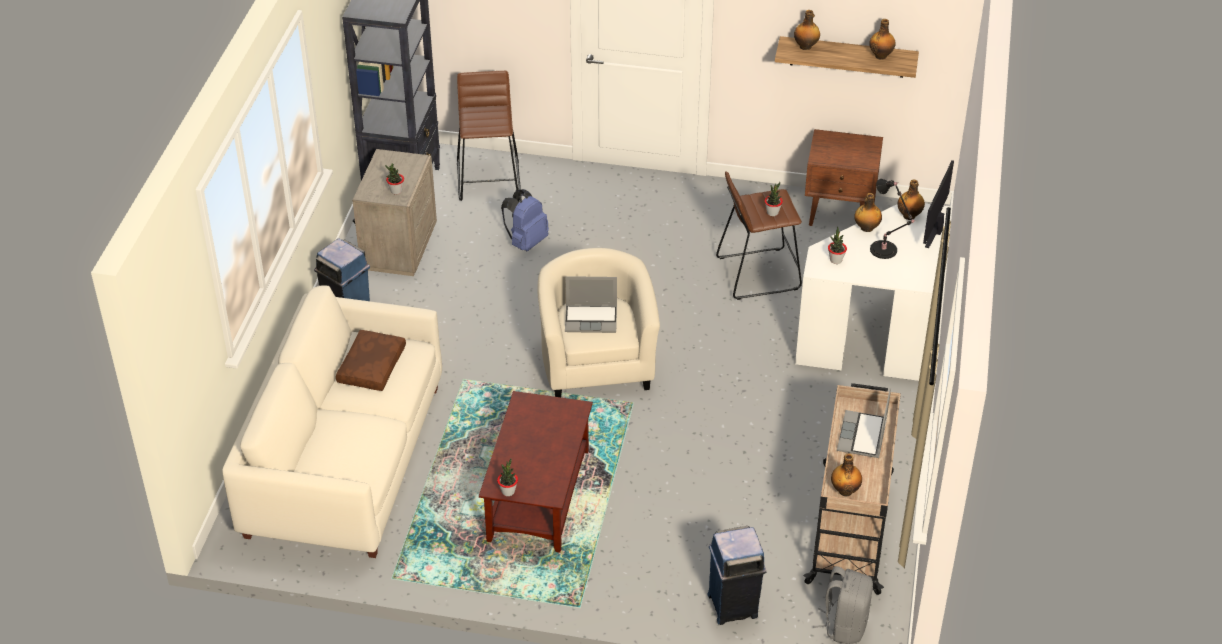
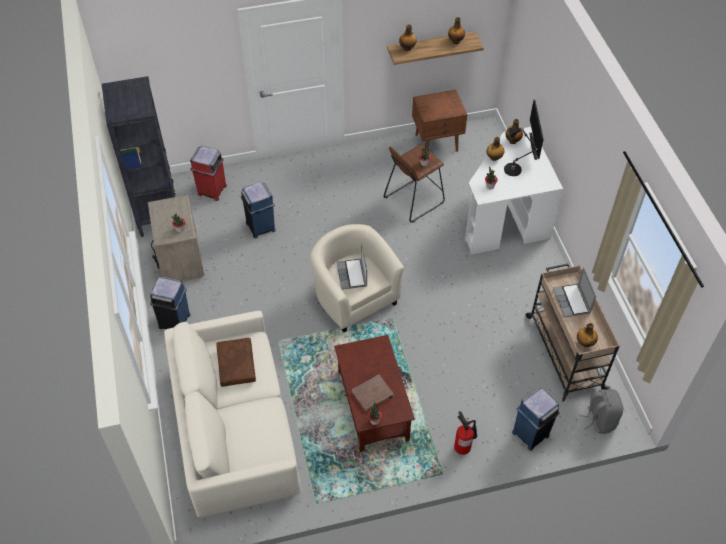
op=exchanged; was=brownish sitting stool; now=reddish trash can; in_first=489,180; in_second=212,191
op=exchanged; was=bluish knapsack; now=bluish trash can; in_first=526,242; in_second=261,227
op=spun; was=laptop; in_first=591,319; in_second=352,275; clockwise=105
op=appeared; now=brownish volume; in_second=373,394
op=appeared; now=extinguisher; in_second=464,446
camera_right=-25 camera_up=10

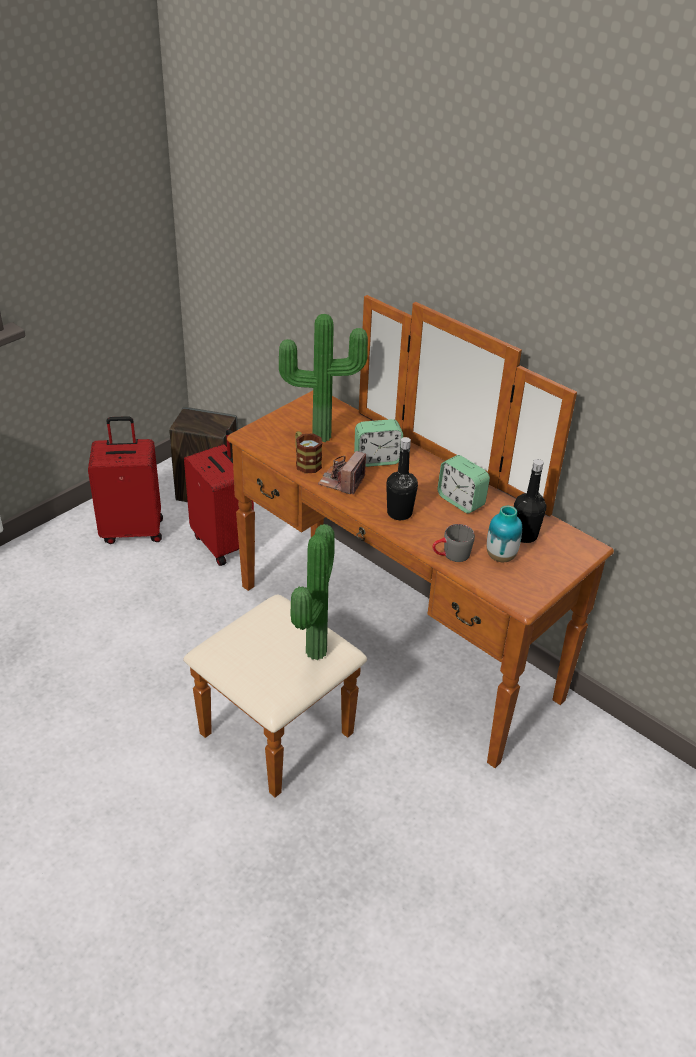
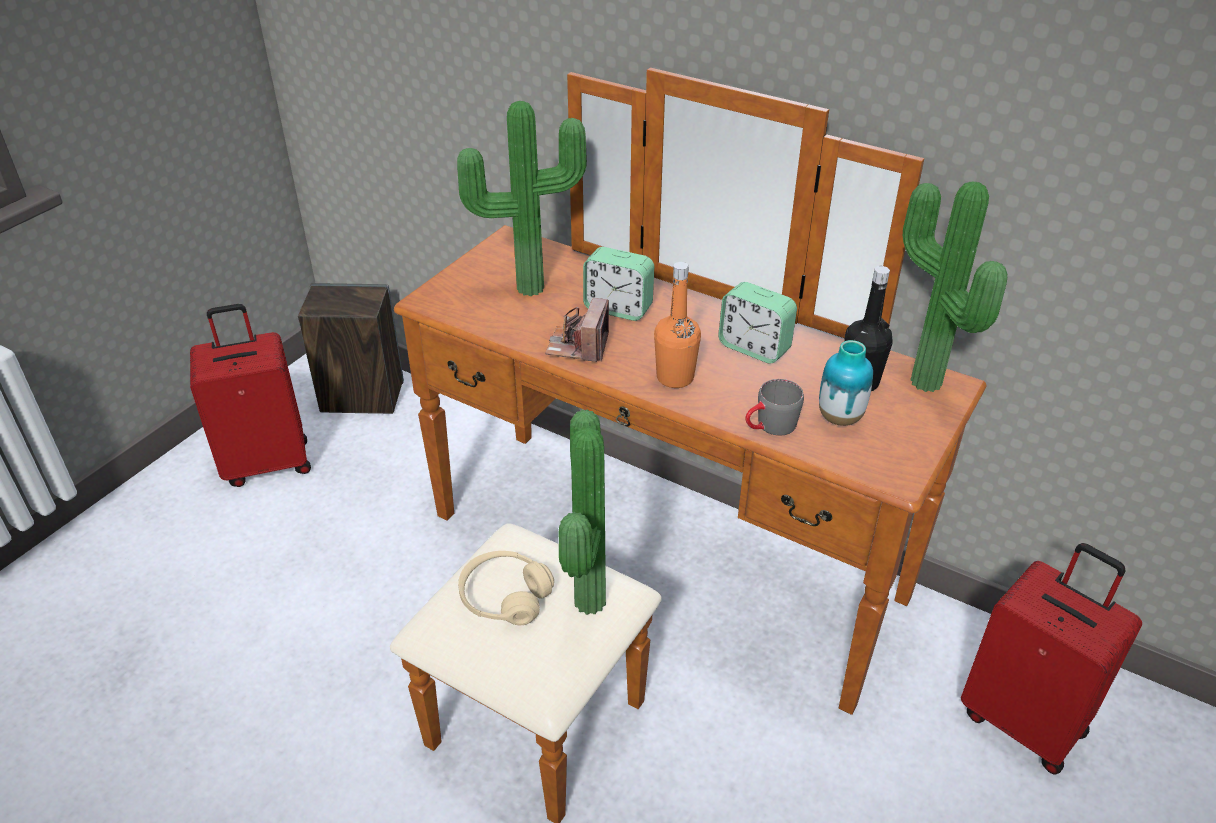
op=spun; was=alarm clock; in_first=377,459; in_second=618,308; clockwise=45
op=relocated; was=reddish piece of luggage; in_first=224,543; in_second=1024,720
op=missing; was=coffee mug; in_first=305,462
op=colour; was=black bottle; now=orange-coloured bottle; in_first=399,513; in_second=675,378
op=appeared; now=plant in a pot; in_second=921,384
op=appeared; now=beige headphones; in_second=505,597
camera_right=-10 camera_up=0

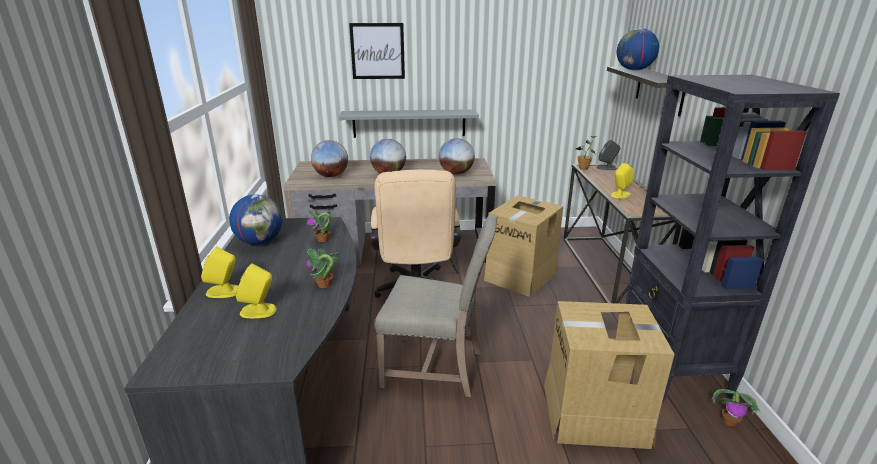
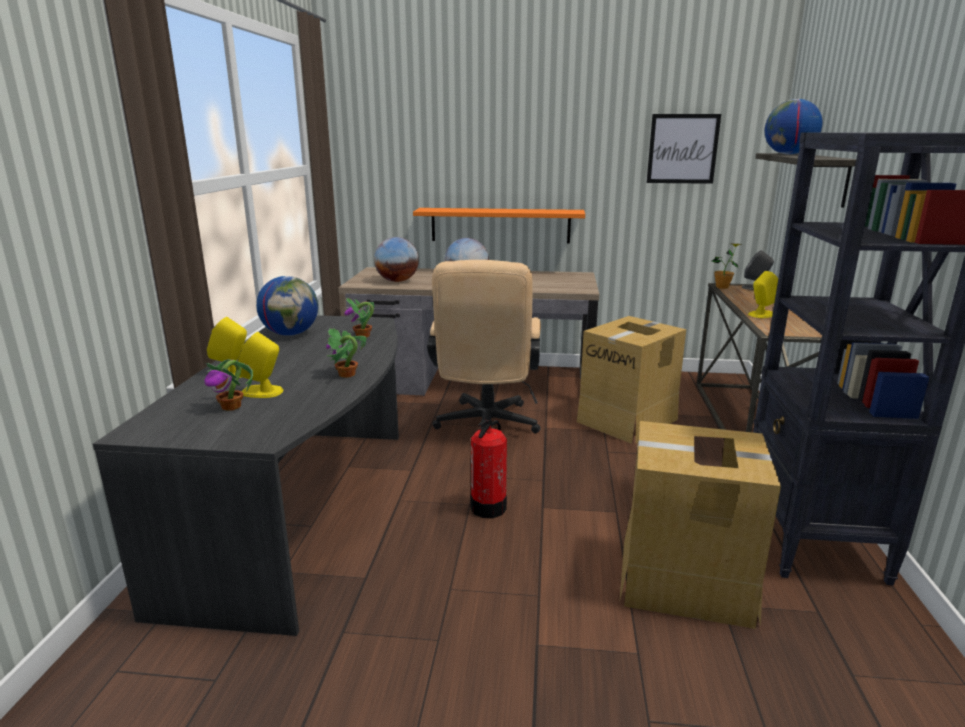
op=relocated; was=picture; in_first=377,51; in_second=682,149
op=colour; was=gray bracket shelf; now=orange-coloured bracket shelf; in_first=409,123; in_second=500,225
op=missing; was=desk globe; in_first=456,173
op=exchanged; was=beige chair; now=extinguisher; in_first=436,367; in_second=489,508
op=relocated; was=plant in a pot; in_first=730,421; in_second=232,407
camera_right=10 camera_up=-5

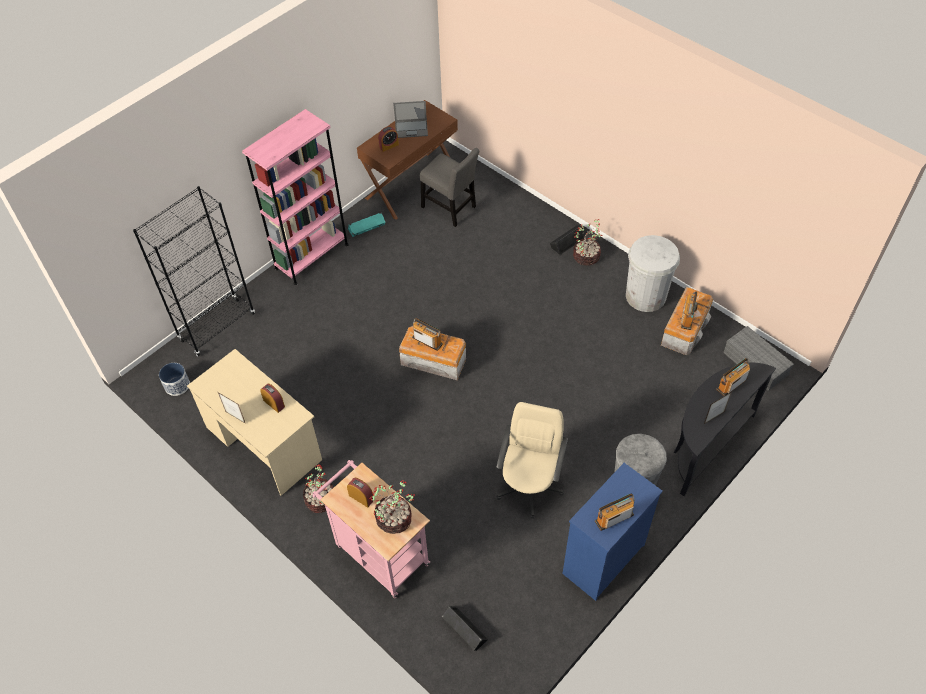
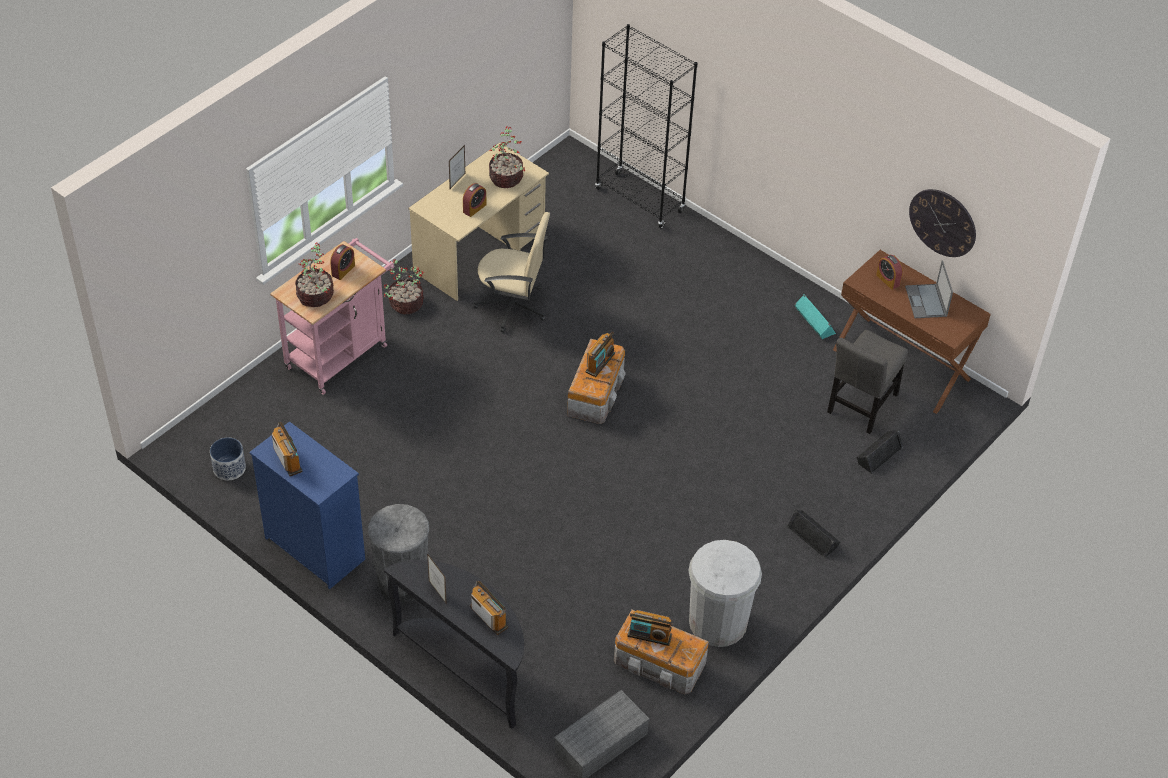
op=missing; was=pink bookshelf; in_first=311,256
op=relocated; was=plant in a pot; in_first=586,256; in_second=507,178
op=relocated; was=planter; in_first=177,386; in_second=229,468
op=relocated; was=beige desk chair; in_first=529,486; in_second=513,306
op=relocated; was=black loudspeaker; in_first=464,630; in_second=878,454
op=appeared; now=wall clock; in_second=942,222
camera_right=85 camera_up=-5

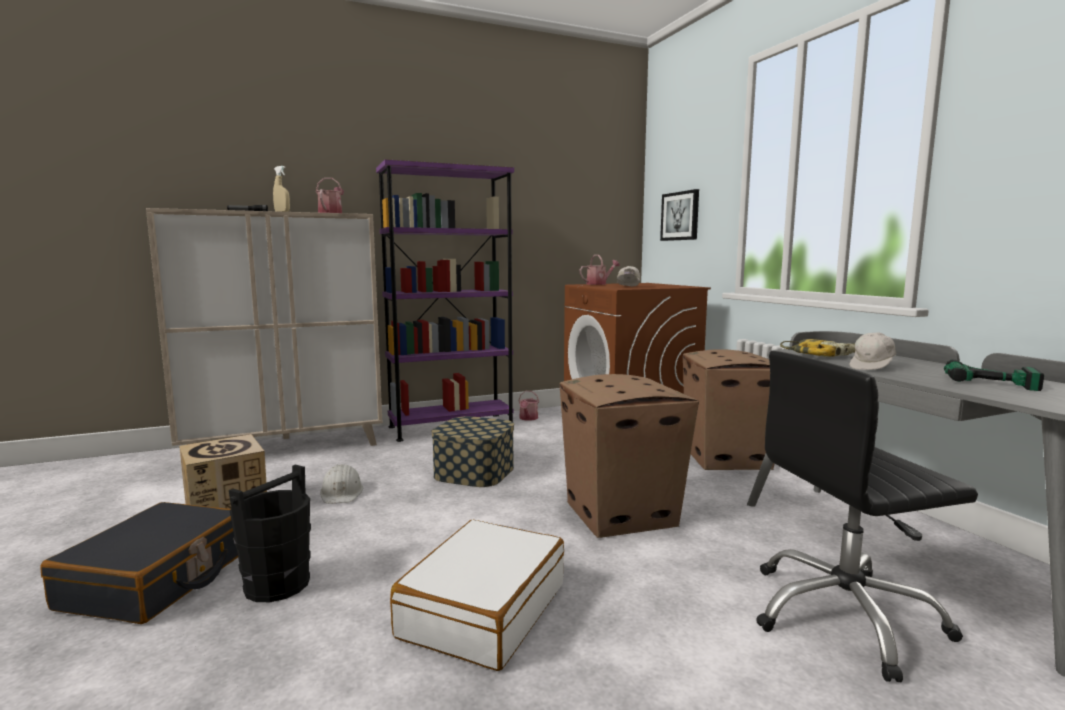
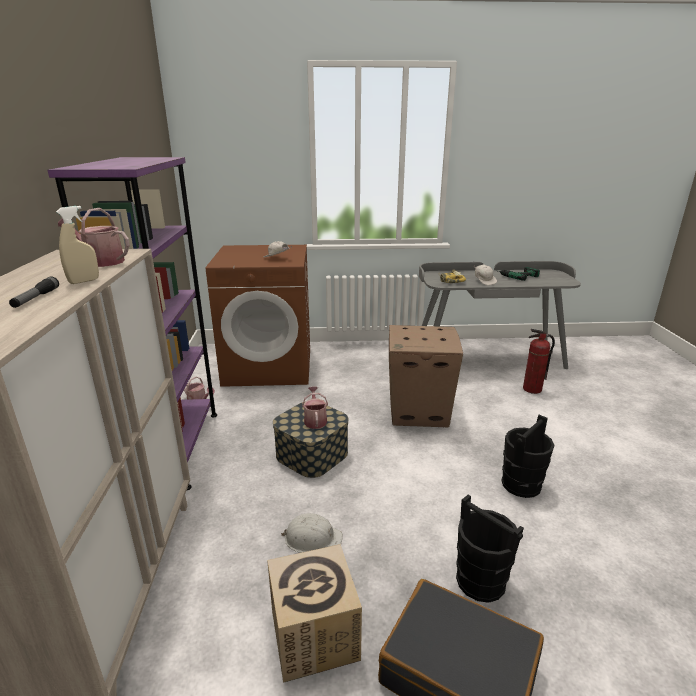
op=missing; was=picture; in_first=680,216
op=relocated; was=watering pot; in_first=599,284; in_second=315,420
op=missing; was=carton; in_first=727,458
op=exchanged; was=black desk chair; now=extinguisher; in_first=844,616; in_second=532,389
op=exchanged; was=white piece of luggage; now=black water bucket; in_first=483,609; in_second=521,484
camera_right=-70 camera_up=15

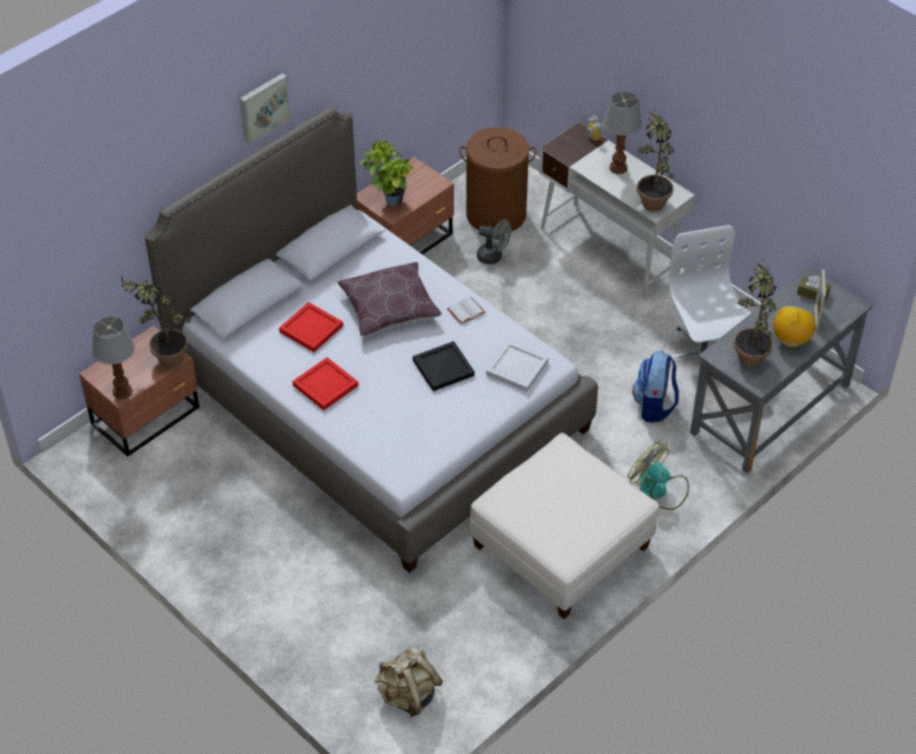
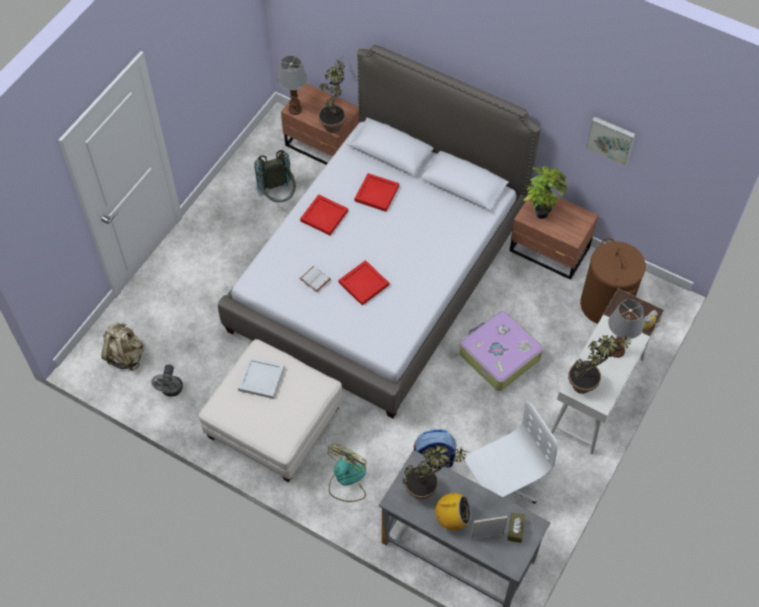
op=relocated; was=picture; in_first=263,107; in_second=611,139
op=relocated; was=gray fan; in_first=493,257; in_second=171,391
op=missing; was=brownish throw pillow; in_first=389,308
op=relocated; was=white volume; in_first=466,312; in_second=314,279
op=colour; was=black carrying tray; now=reddish carrying tray; in_first=443,367; in_second=364,284
op=relocated; was=white carrying tray; in_first=518,368; in_second=261,379
op=appeared; now=gray knapsack; in_second=278,196
op=appeared; now=piece of luggage; in_second=498,355
camera_right=75 camera_up=10

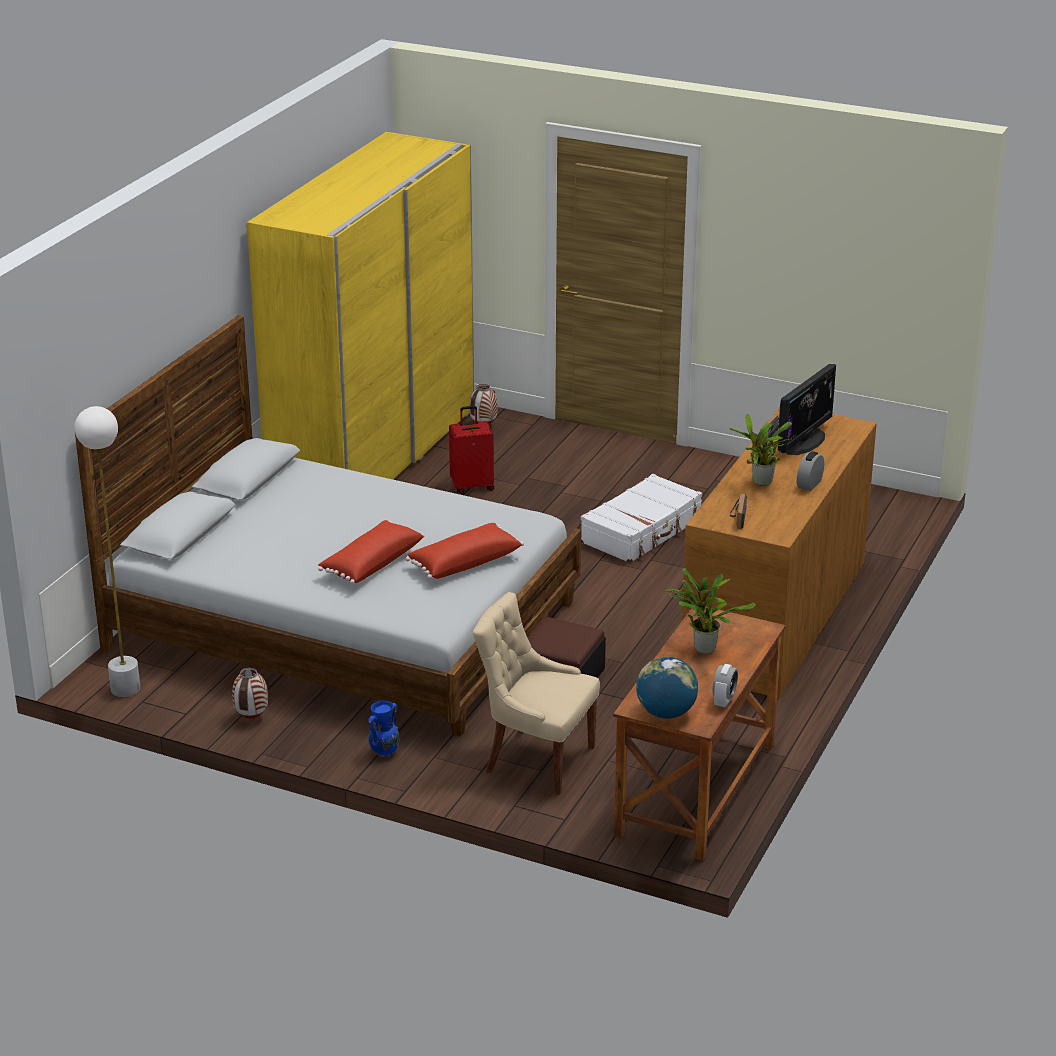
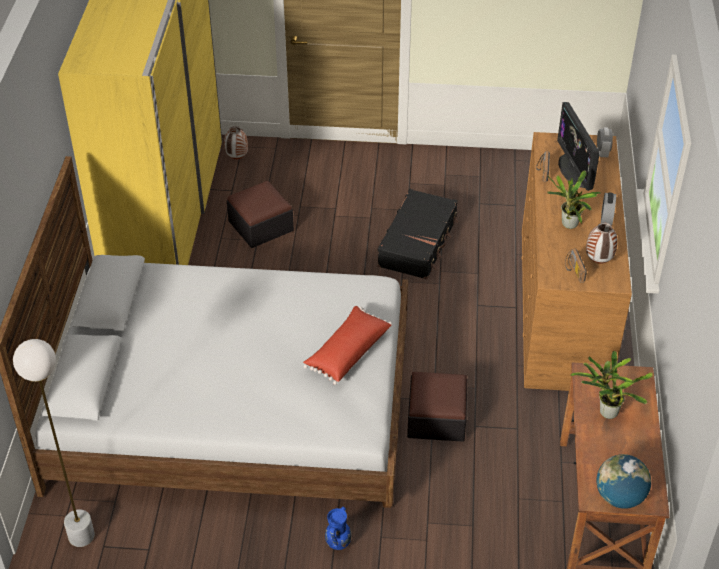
op=spun; was=computer display; in_first=803,441; in_second=574,170; clockwise=150
op=exchanged; was=reddish piece of luggage; now=footrest; in_first=472,486; in_second=261,226
op=colour; was=white piece of luggage; now=black piece of luggage; in_first=642,531; in_second=418,242
op=missing; was=reddish throw pillow; in_first=371,563
op=missing; was=beige chair; in_first=536,759
op=relocated; was=alarm clock; in_first=724,701; in_second=602,152
op=relocated; was=decorative vase; in_first=251,717; in_second=598,261
camera_right=-20 camera_up=15

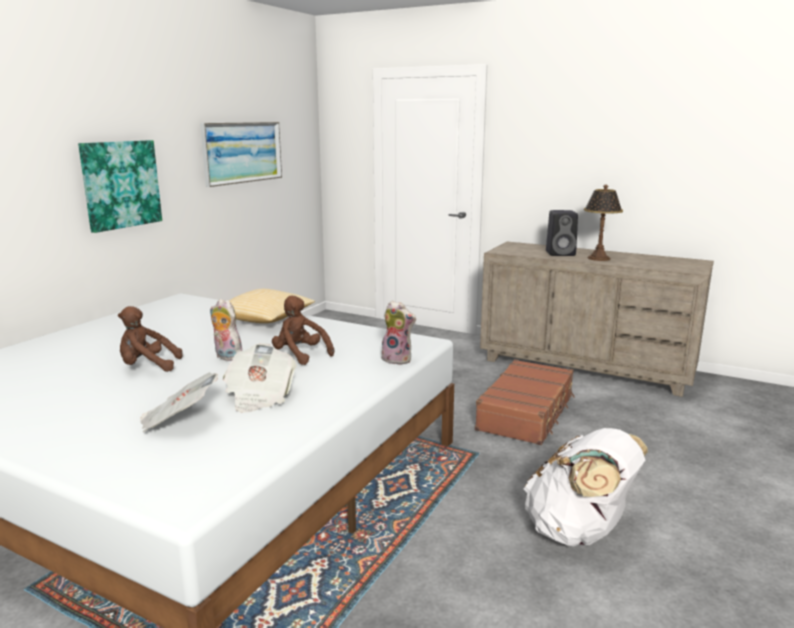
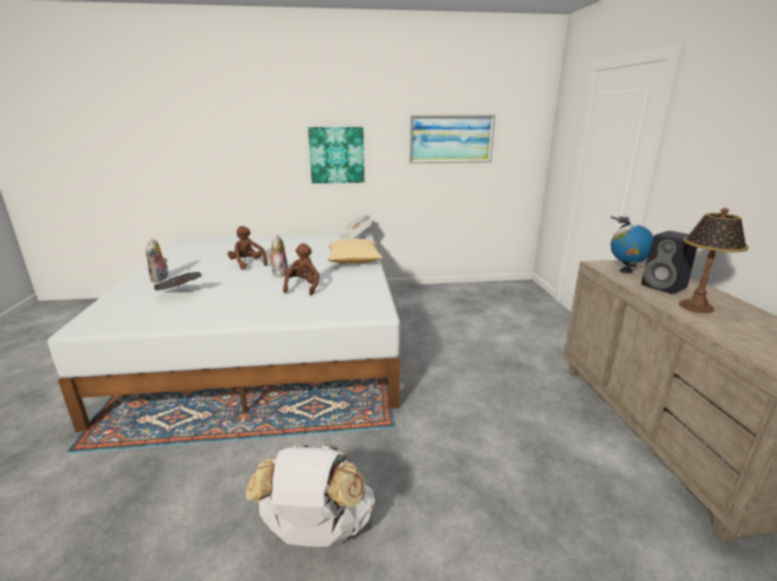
op=relocated; was=soft toy; in_first=398,359; in_second=160,279
op=relocated; was=newspaper; in_first=259,396; in_second=355,236
op=missing; was=brownish piece of luggage; in_first=526,413
op=appeared; now=desk globe; in_second=626,271
camera_right=55 camera_up=5

